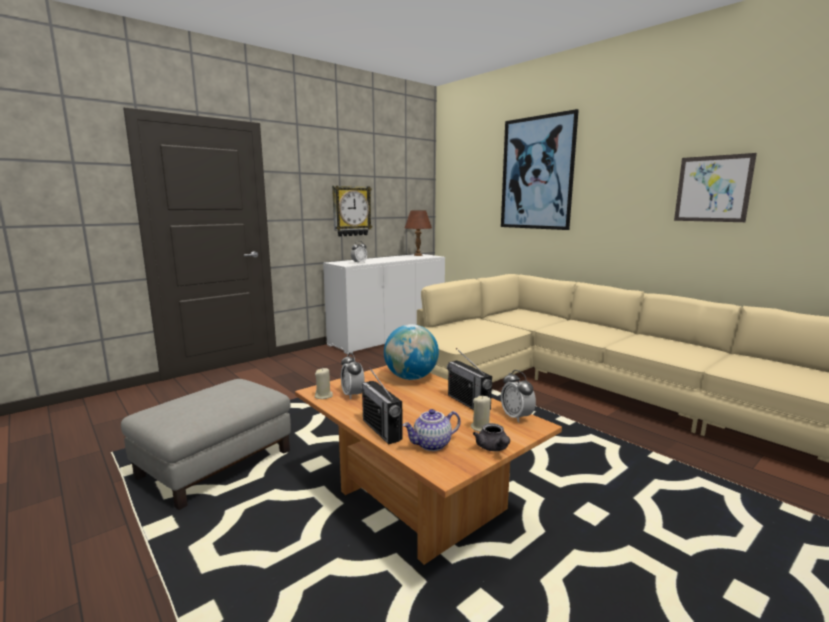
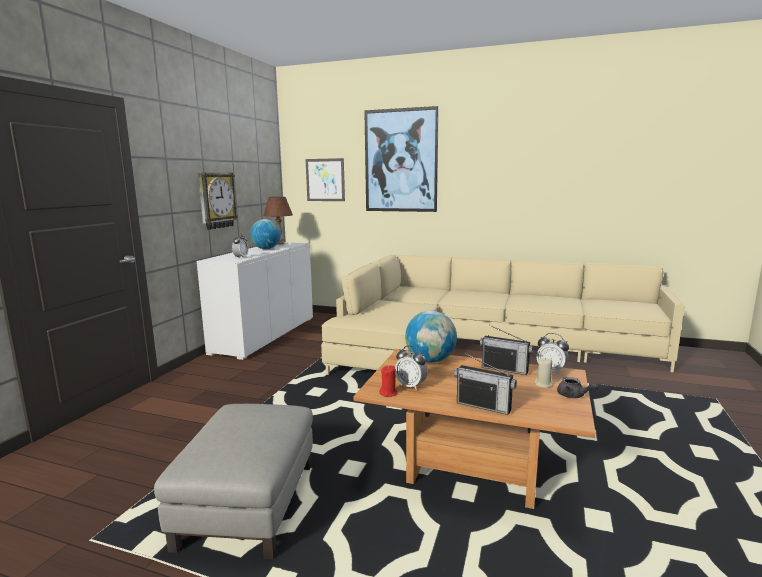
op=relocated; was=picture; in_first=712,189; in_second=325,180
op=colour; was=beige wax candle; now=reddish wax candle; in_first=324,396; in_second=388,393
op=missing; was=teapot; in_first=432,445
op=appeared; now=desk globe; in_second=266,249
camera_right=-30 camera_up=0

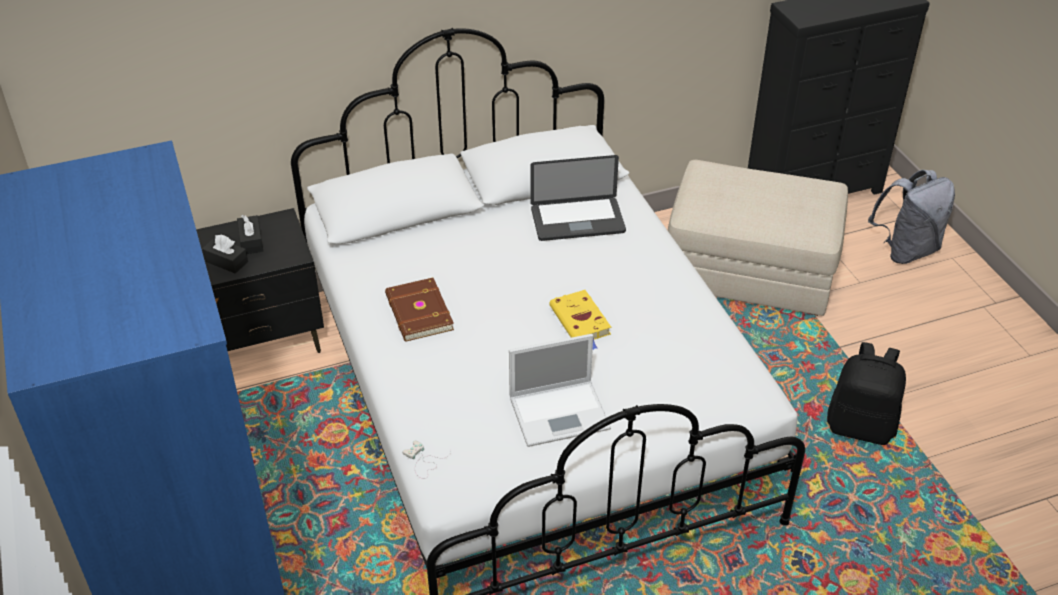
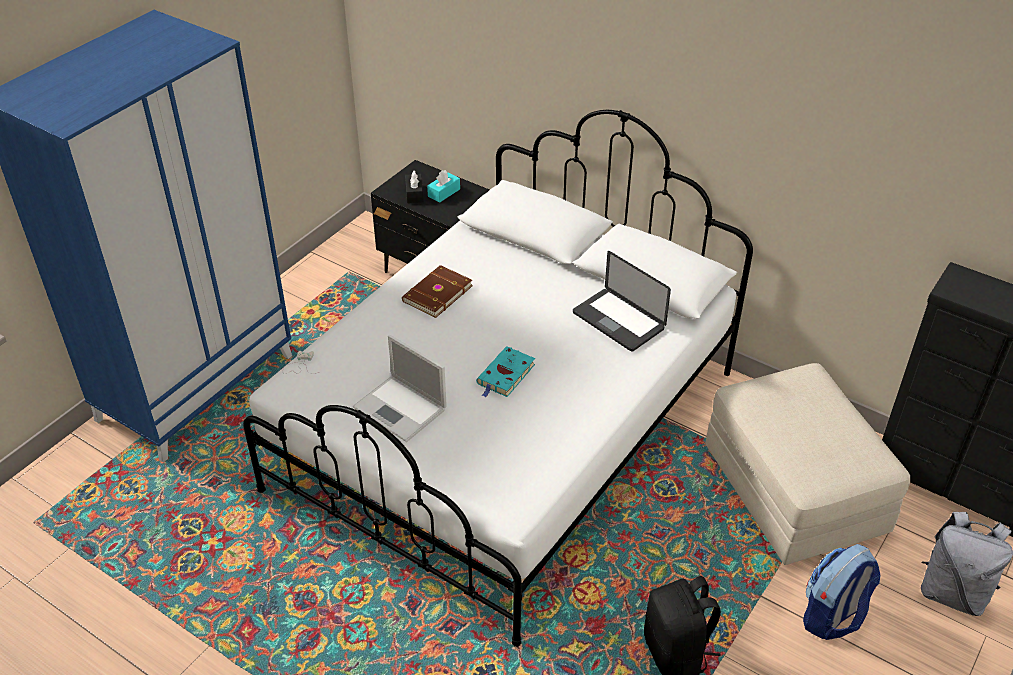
op=colour; was=black tissue box; now=turquoise-coloured tissue box; in_first=251,241; in_second=444,193
op=colour; was=yellow volume; now=turquoise-coloured volume; in_first=581,322; in_second=505,376
op=appeared; now=knapsack; in_second=832,616
camera_right=55 camera_up=0

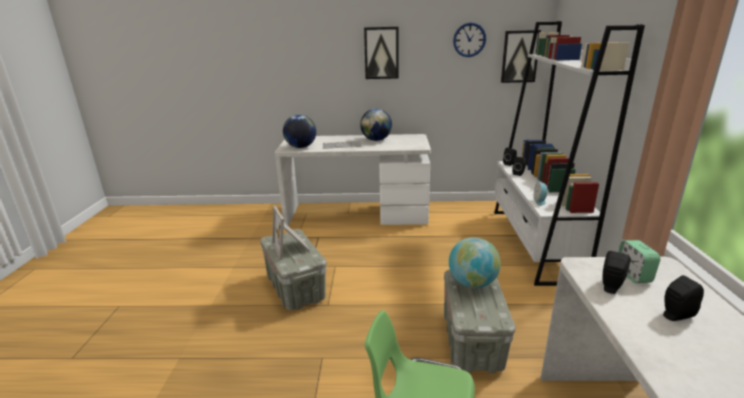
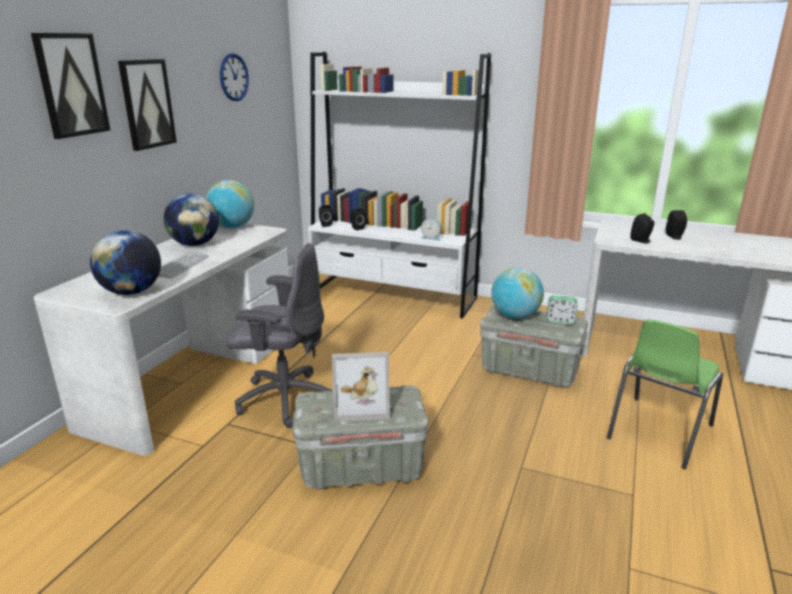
op=relocated; was=picture; in_first=519,56; in_second=71,85
op=relocated; was=alarm clock; in_first=633,275; in_second=560,321
op=appeared; now=desk globe; in_second=232,227
op=appeared; now=gray desk chair; in_second=284,399
camera_right=-70 camera_up=0

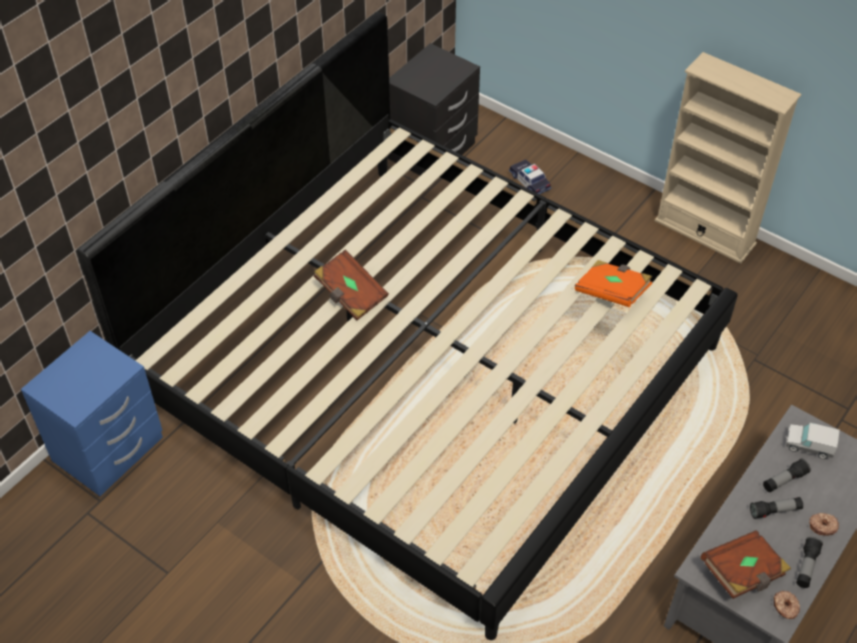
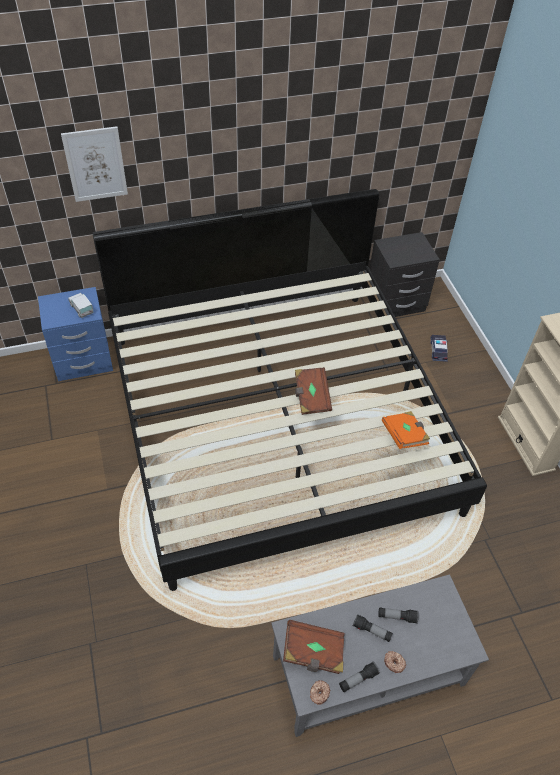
op=relocated; was=brownish volume; in_first=350,295; in_second=311,397
op=relocated; was=toy lorry; in_first=809,446; in_second=81,309
op=appeared; now=picture; in_second=95,164
camera_right=35 camera_up=0

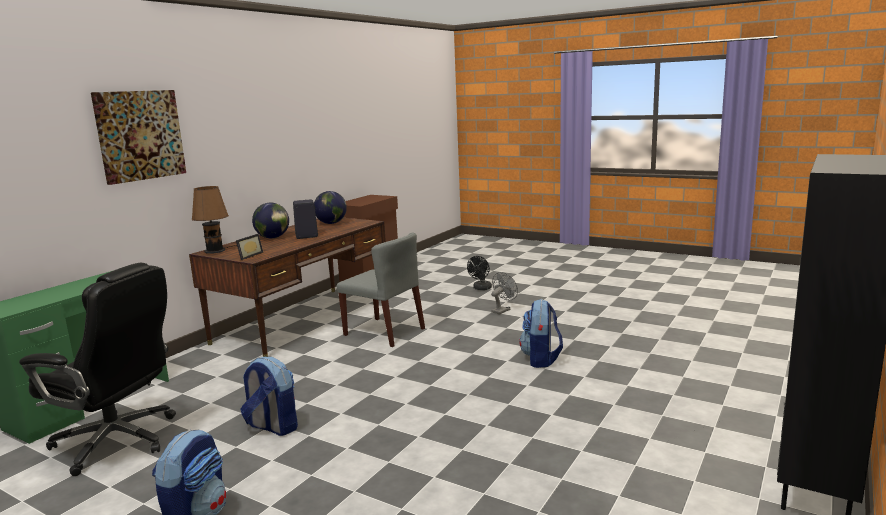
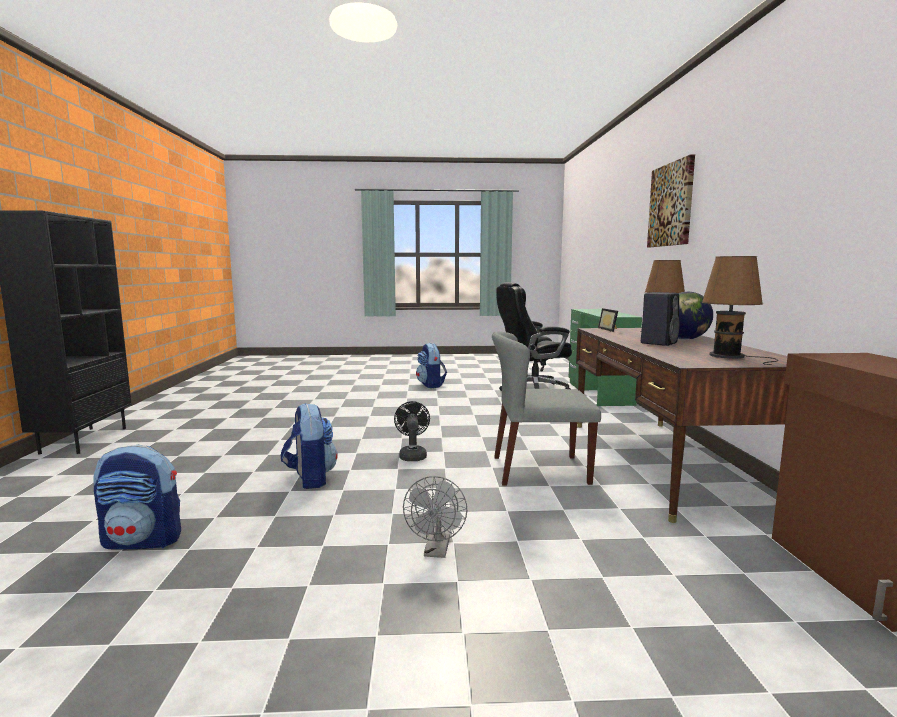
op=exchanged; was=desk globe; now=brownish tabletop lamp; in_first=331,223; in_second=731,356
op=relocated; was=black fan; in_first=481,288; in_second=412,455
op=relocated; was=knapsack; in_first=272,427; in_second=144,540
camera_right=145 camera_up=-5

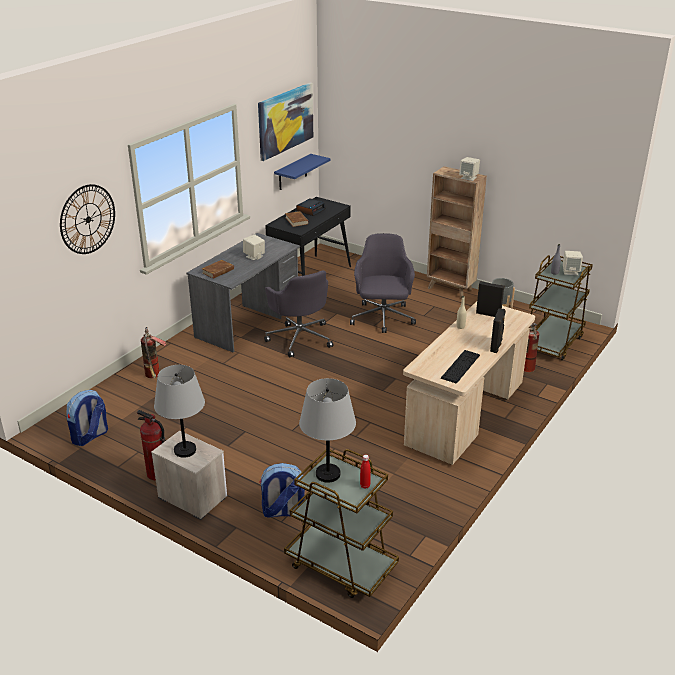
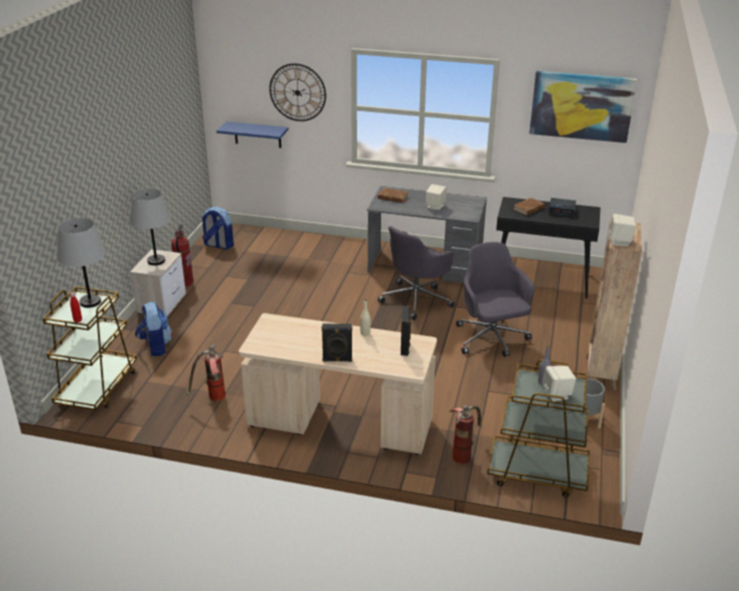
op=relocated; was=bluish bracket shelf; in_first=292,172; in_second=257,134
op=spun; was=gray desk chair; in_first=382,319; in_second=491,339; clockwise=-90
op=relocated; was=extinguisher; in_first=154,377; in_second=212,399
op=missing; was=computer keyboard; in_first=460,366
camera_right=70 camera_up=0

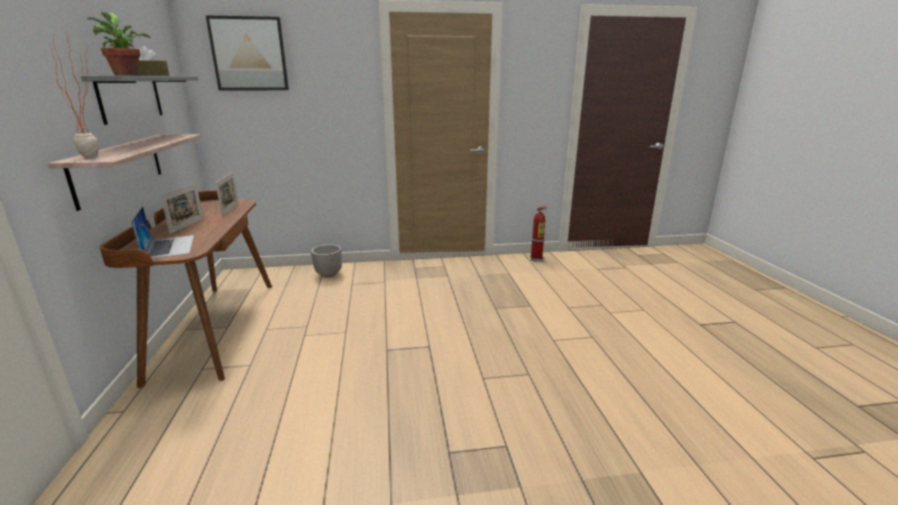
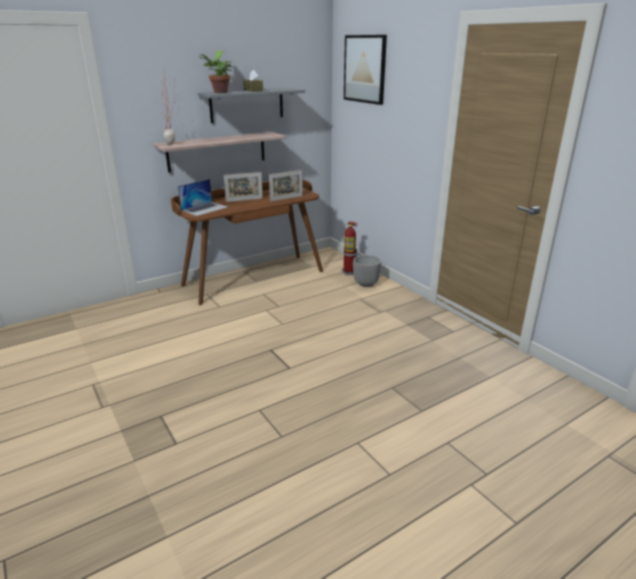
op=relocated; was=extinguisher; in_first=536,259; in_second=349,272
camera_right=65 camera_up=5

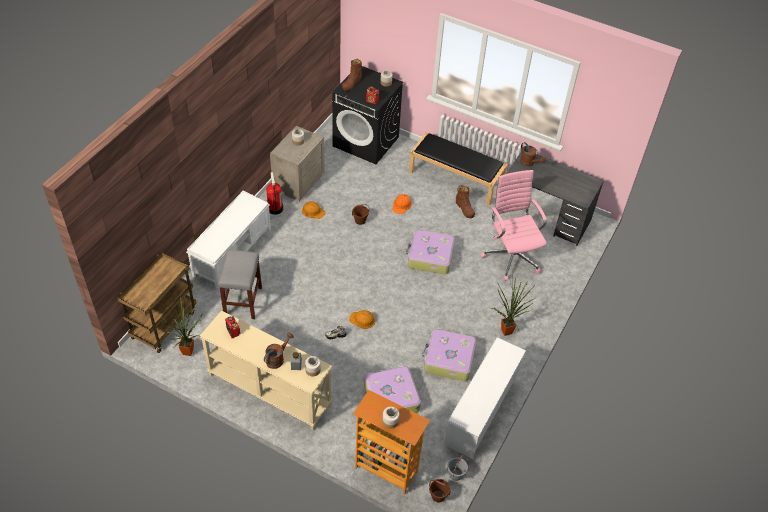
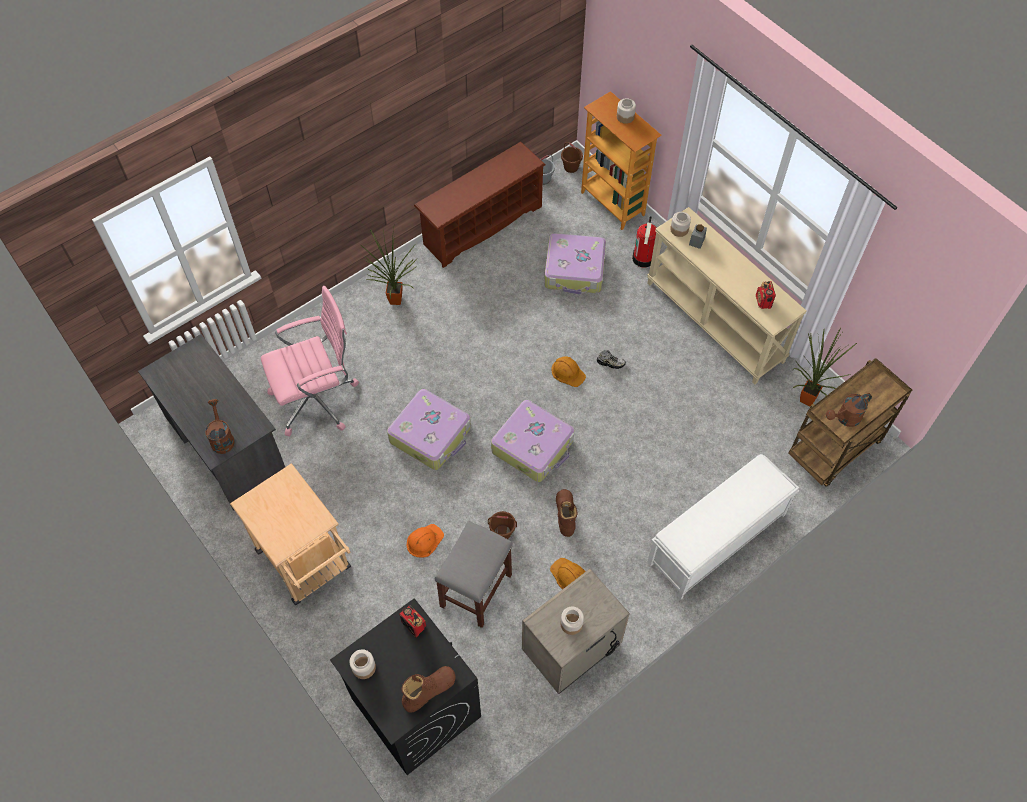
op=exchanged; was=black indoor bench; now=beige cart; in_first=456,178; in_second=308,565
op=spun; was=pink desk chair; in_first=511,256; in_second=318,399; clockwise=-120
op=relocated; was=extinguisher; in_first=275,208; in_second=644,258
op=relocated; was=brownish boot; in_first=464,208; in_second=565,514
op=relocated; was=gray sitting stool; in_first=243,302; in_second=476,589
op=relocated; was=piece of luggage; in_first=448,359; in_second=533,446
op=relocated; was=brownish watering pot; in_first=277,358; in_second=845,418
op=colour; was=white shoe shelf; now=brownish shoe shelf; in_first=481,412; in_second=482,224
camera_right=-155 camera_up=10

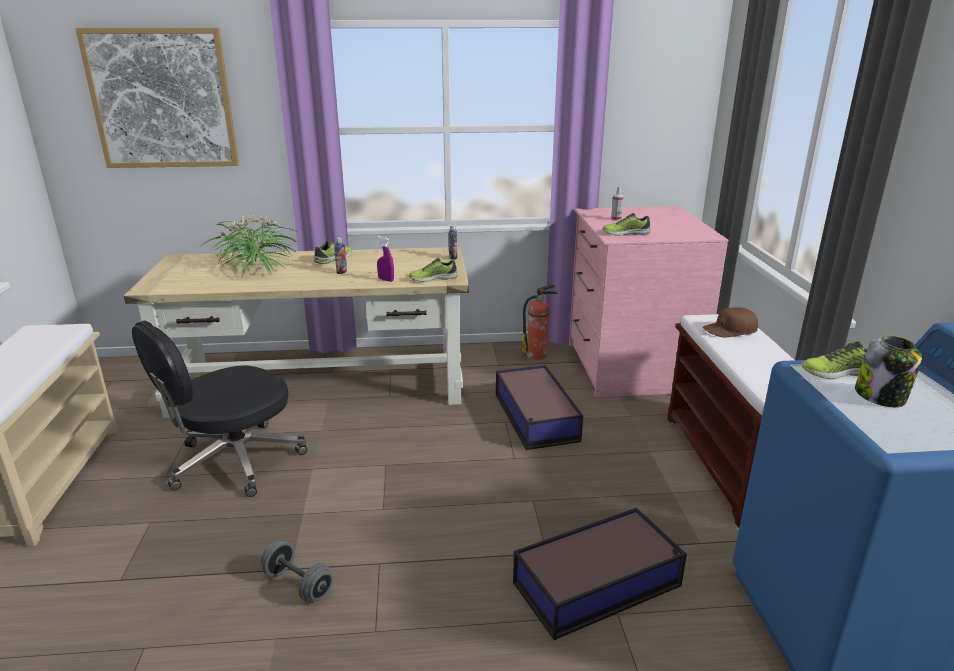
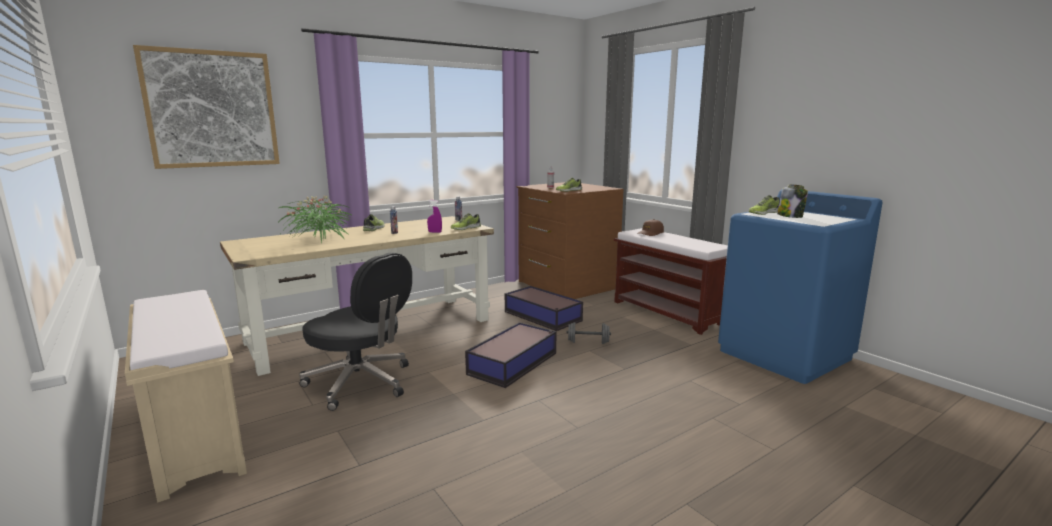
op=colour; was=pink dresser; now=brownish dresser; in_first=629,367; in_second=566,285
op=missing; was=extinguisher; in_first=538,355
op=spun; was=black desk chair; in_first=234,462; in_second=361,383; clockwise=-75
op=relocated; was=storage bin; in_first=599,584; in_second=514,363
op=relocated; was=gray free weight; in_first=298,584; in_second=588,342
camera_right=-30 camera_up=-10

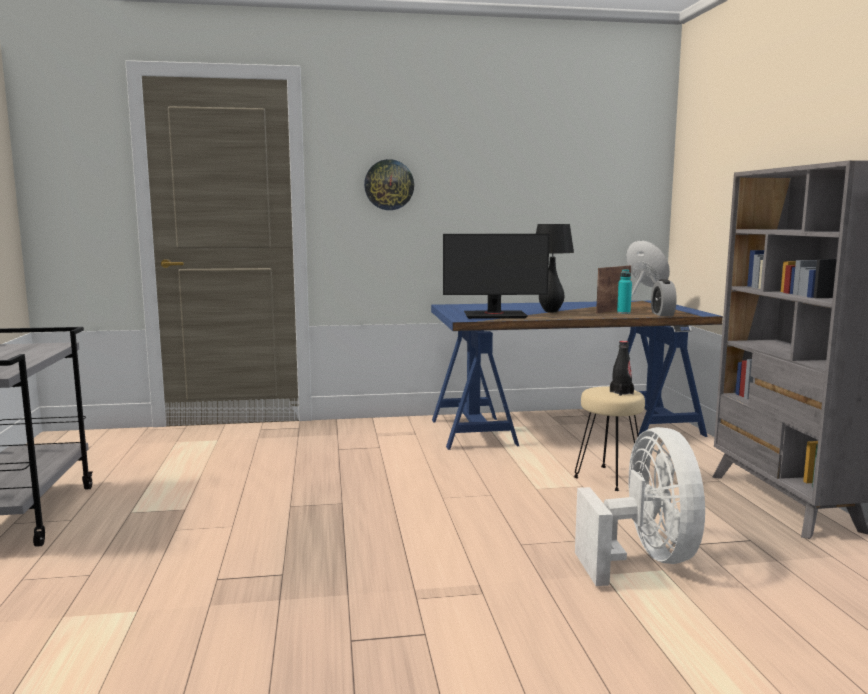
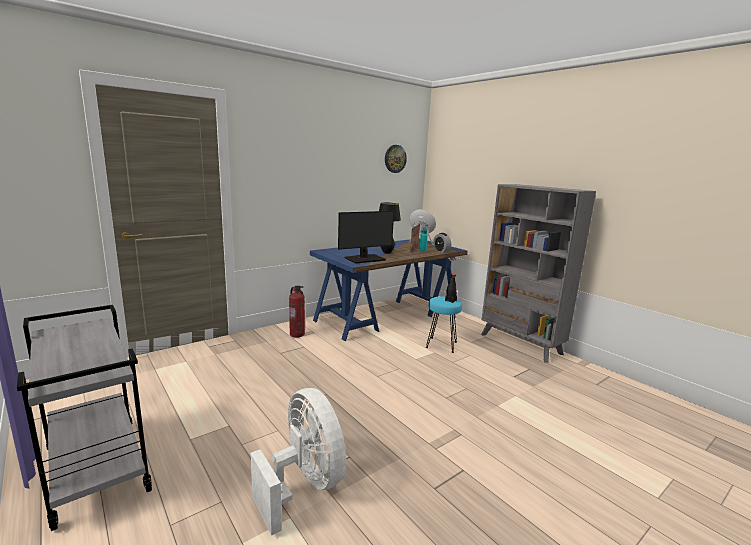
op=relocated; was=wall clock; in_first=389,185; in_second=395,158
op=colour; was=beige sitting stool; now=turquoise-coloured sitting stool; in_first=608,478; in_second=441,345
op=relocated; was=white fan; in_first=644,559; in_second=304,485
op=appeared; now=extinguisher; in_second=297,334
camera_right=-30 camera_up=5

